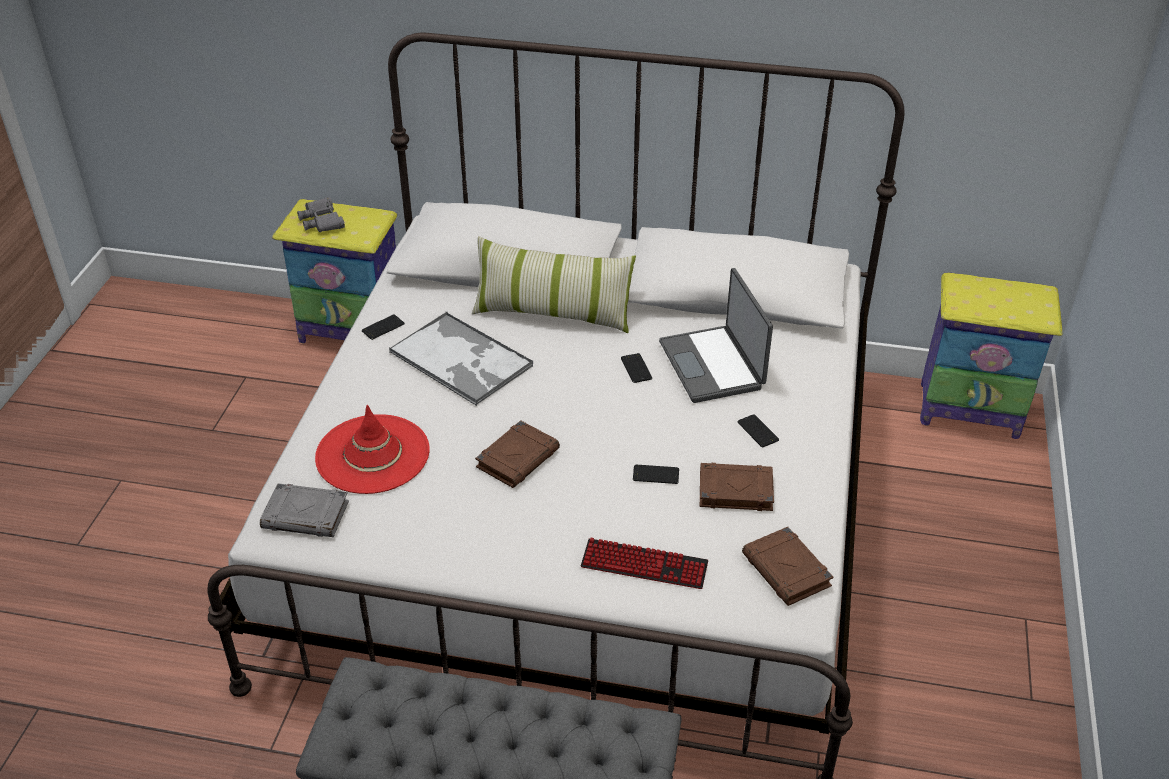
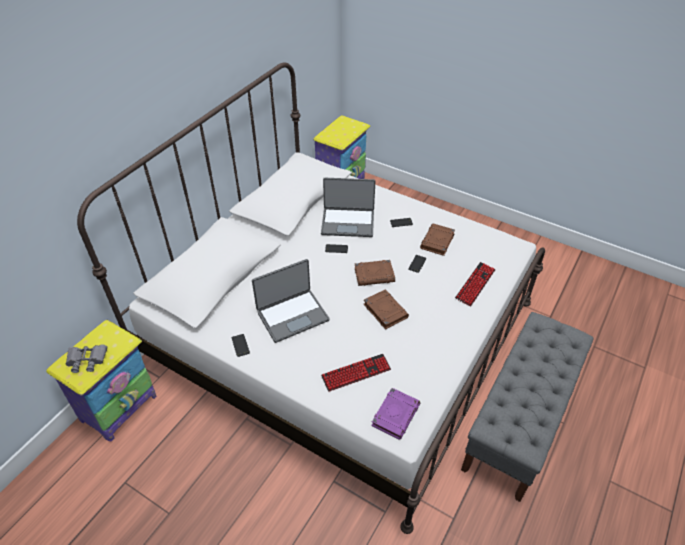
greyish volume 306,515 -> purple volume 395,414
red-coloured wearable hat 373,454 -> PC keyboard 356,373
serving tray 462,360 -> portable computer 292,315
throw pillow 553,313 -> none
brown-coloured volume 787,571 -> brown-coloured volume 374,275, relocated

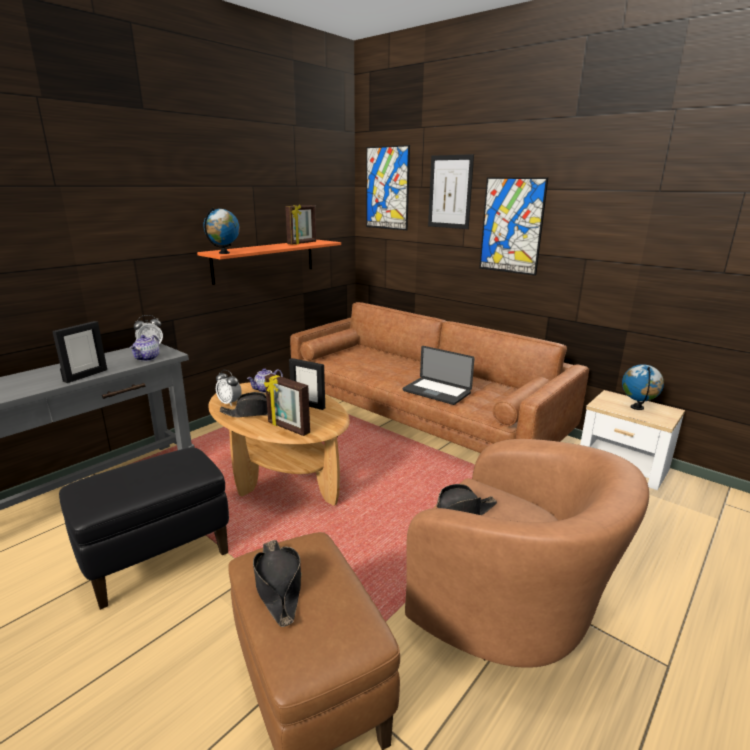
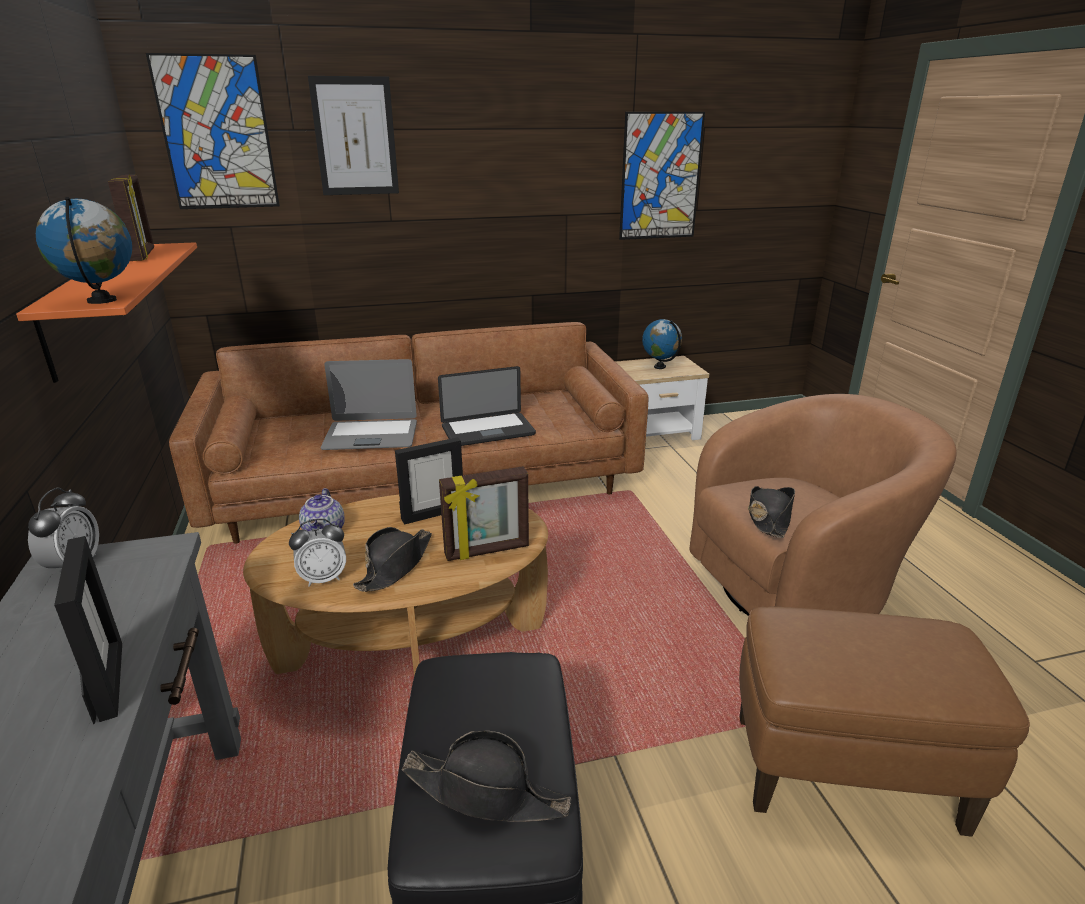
tea pot 147,358 -> none
black wearable hat 278,586 -> black wearable hat 486,793, relocated
wall art 511,226 -> wall art 660,177, relocated
none -> portable computer 371,436

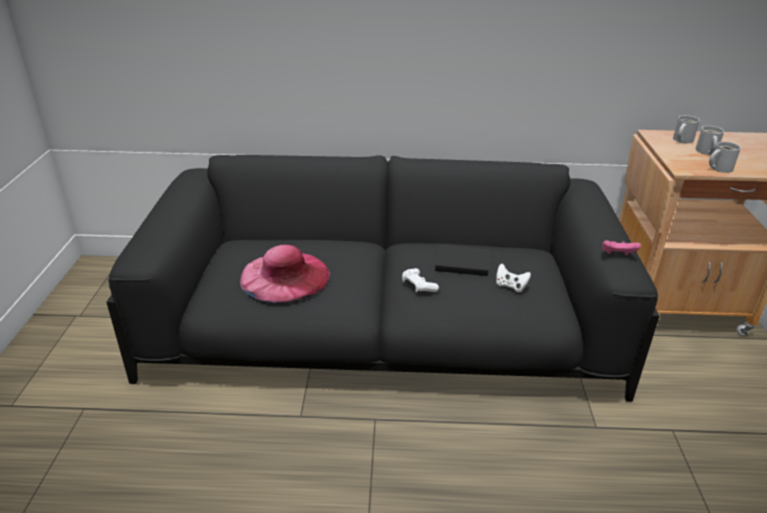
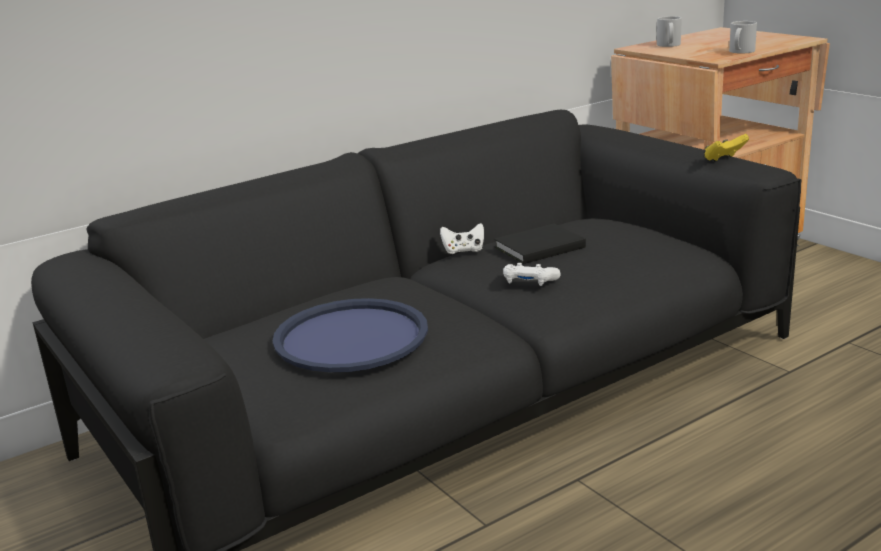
pink wearable hat 285,276 -> bluish serving tray 351,337
white-coloured joypad 510,286 -> white-coloured joypad 463,250, relocated
pink joypad 617,255 -> yellowish joypad 724,159
white-coloured coffee mug 706,151 -> none

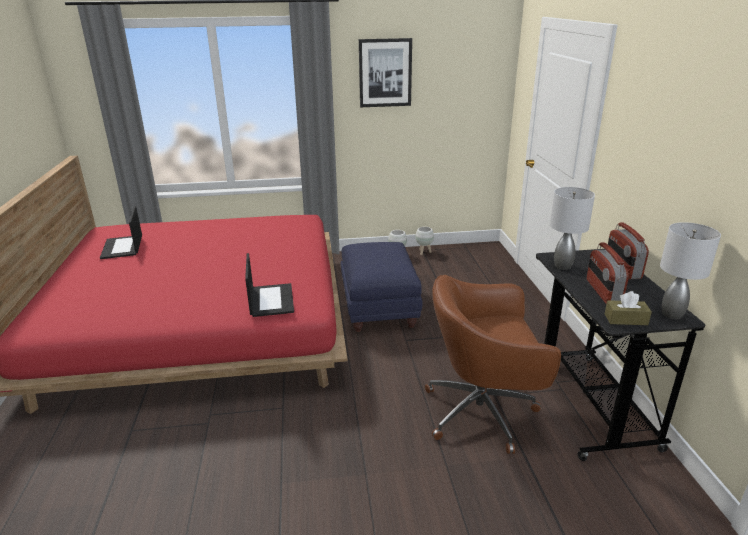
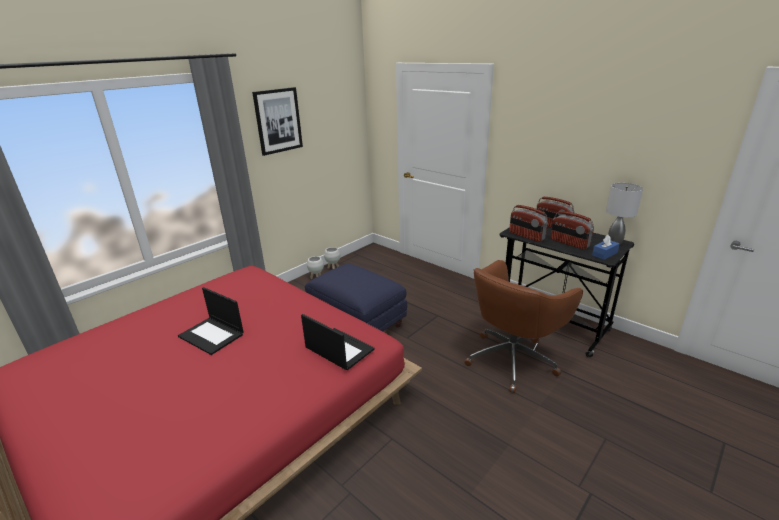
portable computer 123,247 -> portable computer 212,335, relocated
greyish lamp for a table 563,266 -> radio set 526,236
brown-coloured tissue holder 625,319 -> bluish tissue holder 604,254

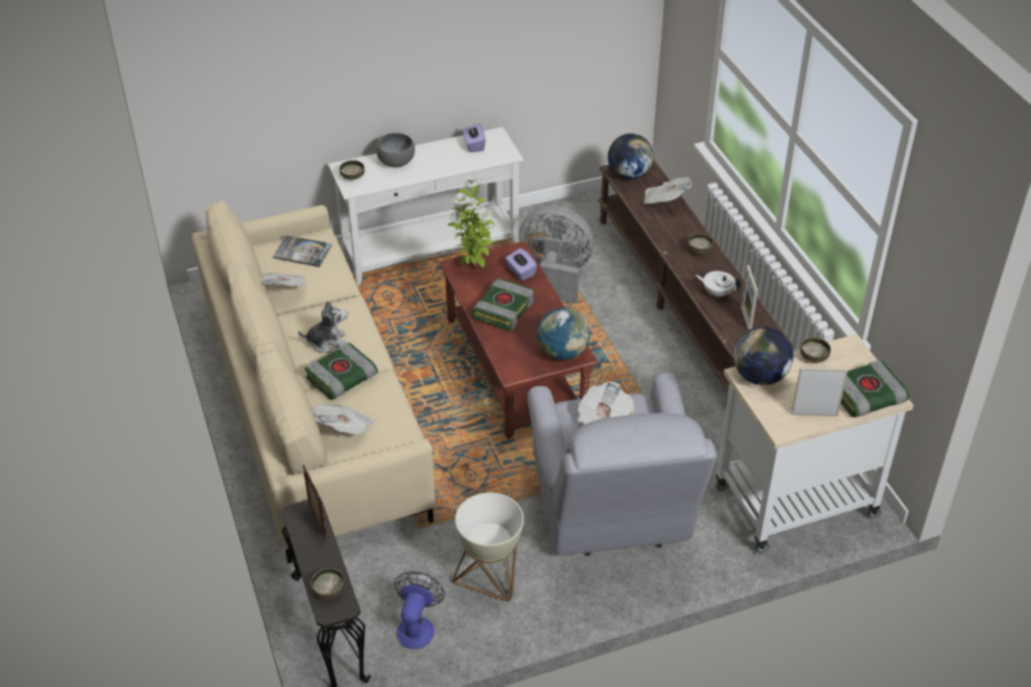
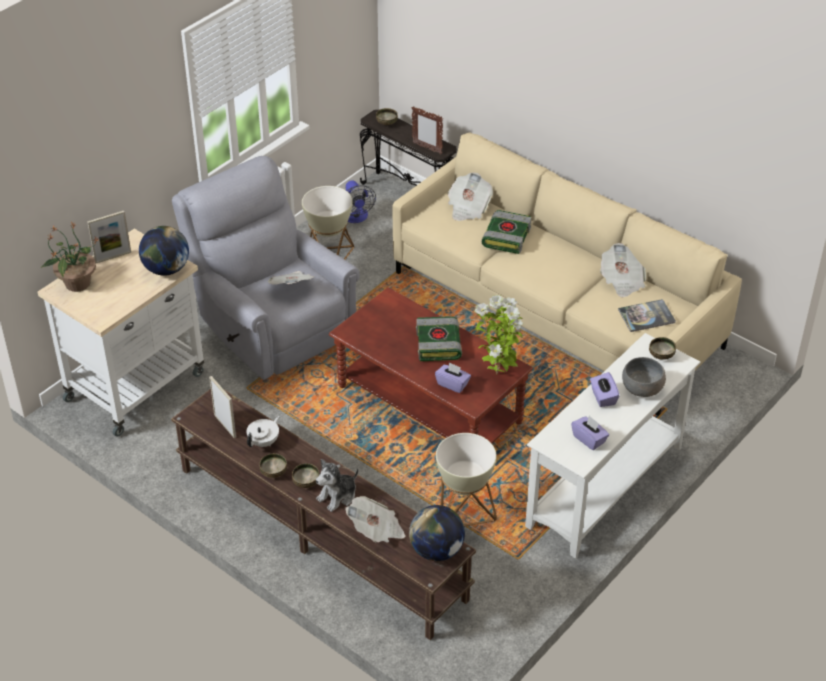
soft toy 327,342 -> soft toy 338,496, relocated
greyish fan 556,275 -> plant pot 464,512
desk globe 563,352 -> none
white-coloured tea pot 717,293 -> white-coloured tea pot 264,442, 45 degrees counterclockwise
bowl 813,357 -> bowl 274,472, relocated
volume 866,397 -> houseplant 76,283
none -> purple tissue holder 603,397

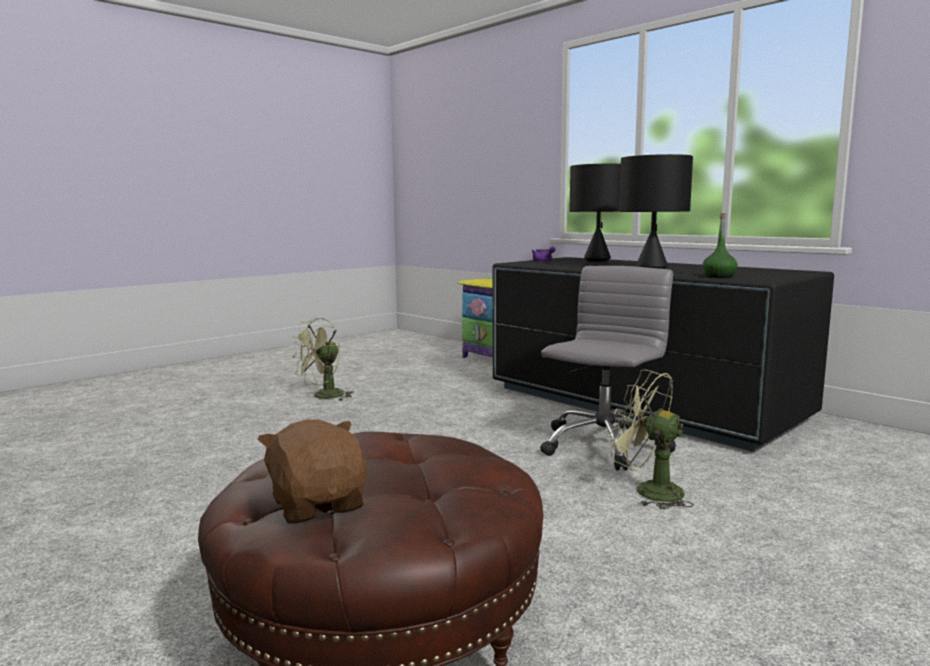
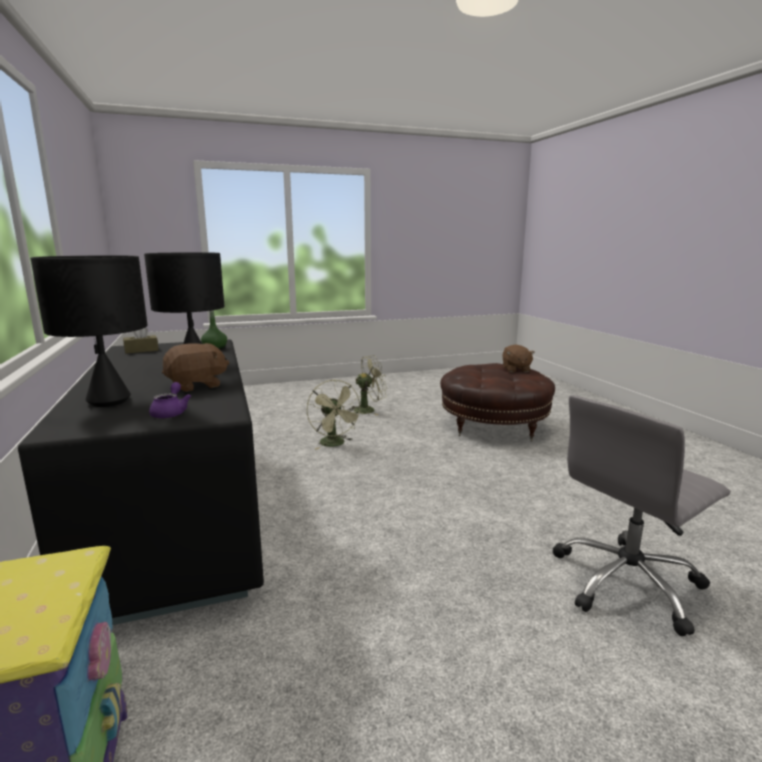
green fan 323,397 -> green fan 368,410, relocated
greyish computer chair 603,445 -> greyish computer chair 627,583, relocated
none -> brown-coloured tissue holder 141,350
none -> brown-coloured soft toy 197,385

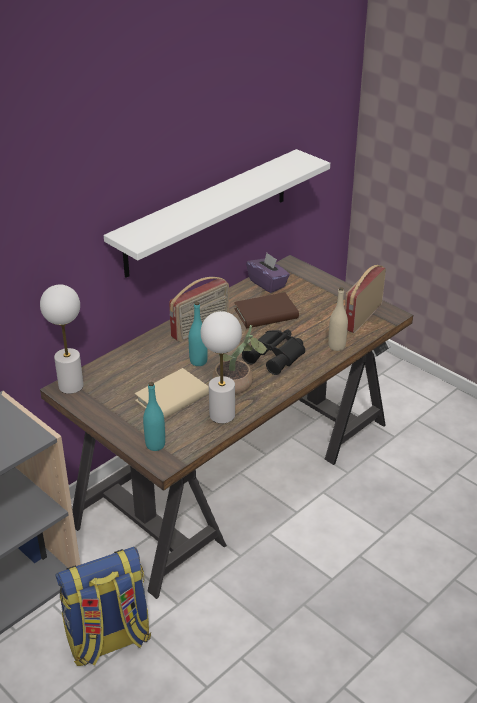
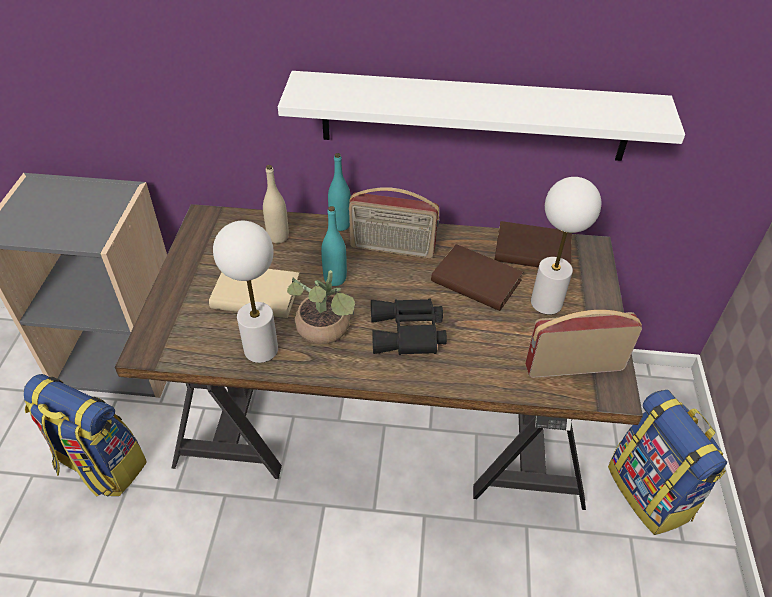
white-coloured lamp for a table 71,386 -> white-coloured lamp for a table 546,303, relocated
turquoise drink bottle 155,445 -> turquoise drink bottle 340,224, relocated
purple tissue holder 267,283 -> brown-coloured volume 532,251
beige-coloured drink bottle 336,346 -> beige-coloured drink bottle 278,237, relocated
none -> knapsack 650,492

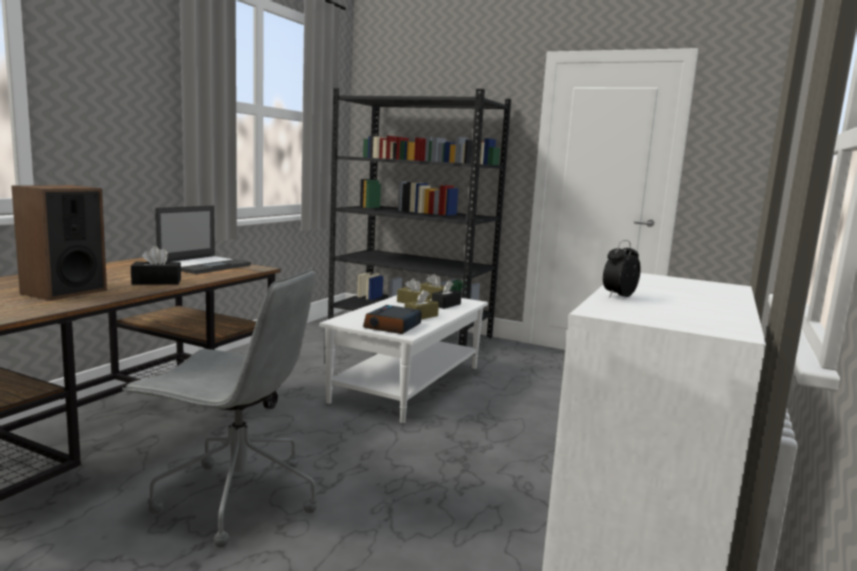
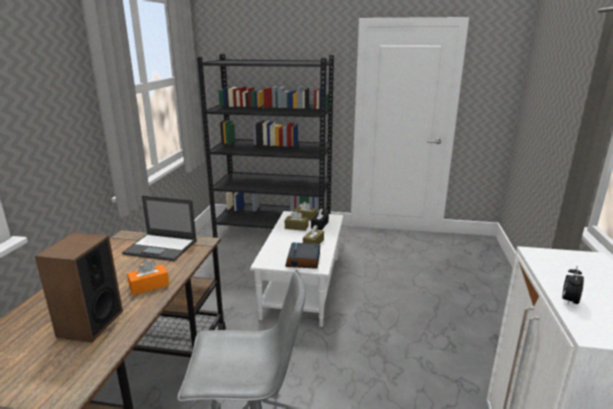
black tissue holder 156,282 -> orangey tissue holder 149,285
portable computer 205,265 -> portable computer 161,247, 90 degrees clockwise

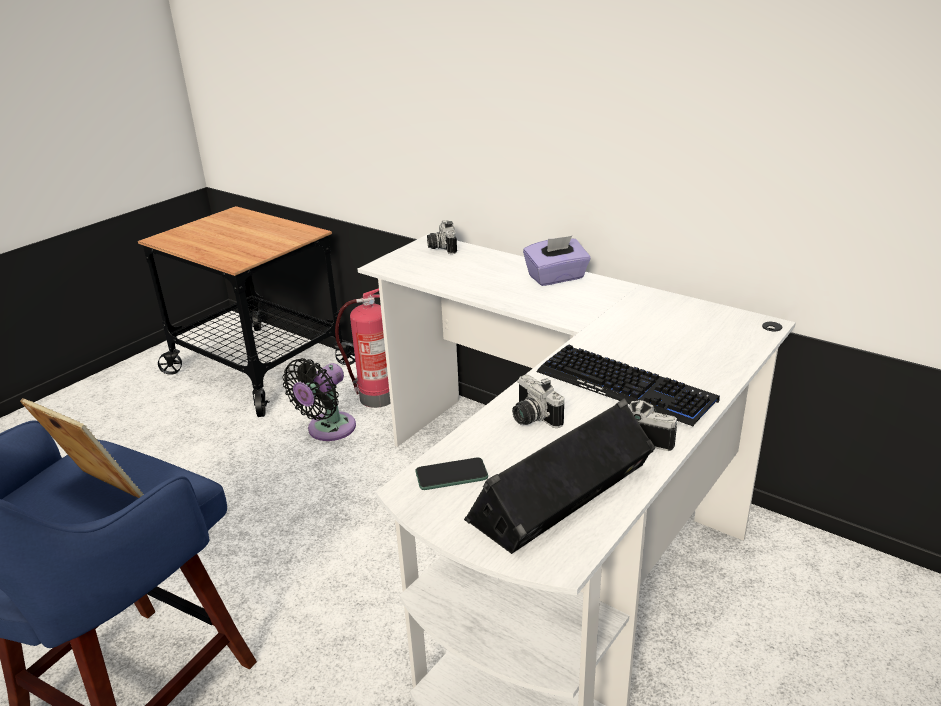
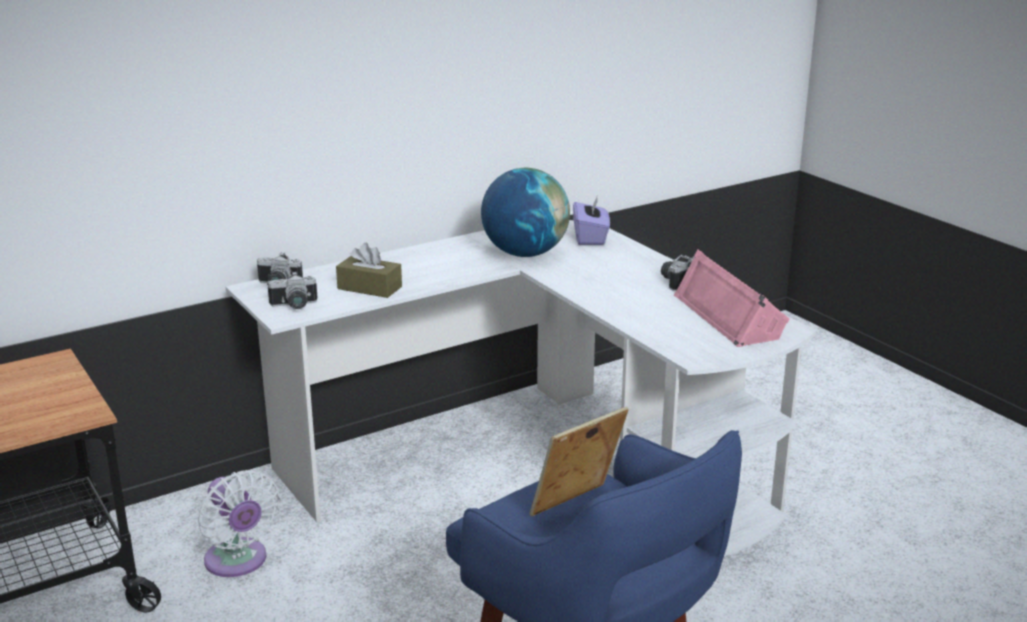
black fan 328,430 -> white-coloured fan 238,562
fire extinguisher 375,398 -> none
phone 451,475 -> none
black audio speaker 564,496 -> pink audio speaker 730,315
still camera 531,418 -> still camera 294,306, relocated
purple tissue holder 556,278 -> purple tissue holder 590,238, relocated
PC keyboard 625,387 -> none
none -> brown-coloured tissue holder 369,288
none -> desk globe 525,253

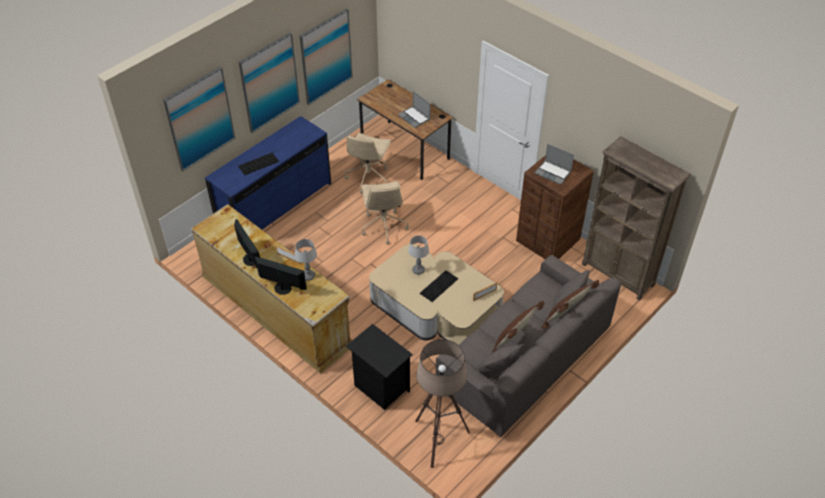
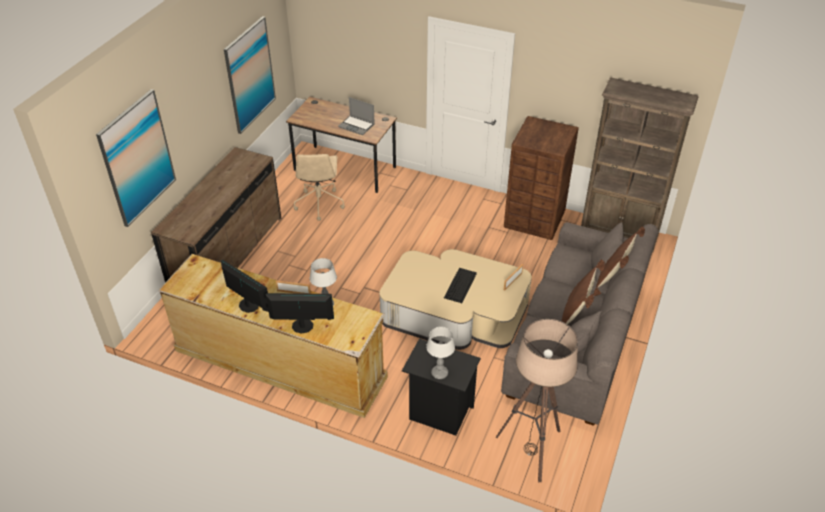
bluish drawer chest 276,205 -> brown-coloured drawer chest 229,254
PC keyboard 259,163 -> none
wall art 269,82 -> none
beige-coloured computer chair 383,225 -> none
lamp for a table 418,270 -> lamp for a table 440,373, relocated
portable computer 553,173 -> none

